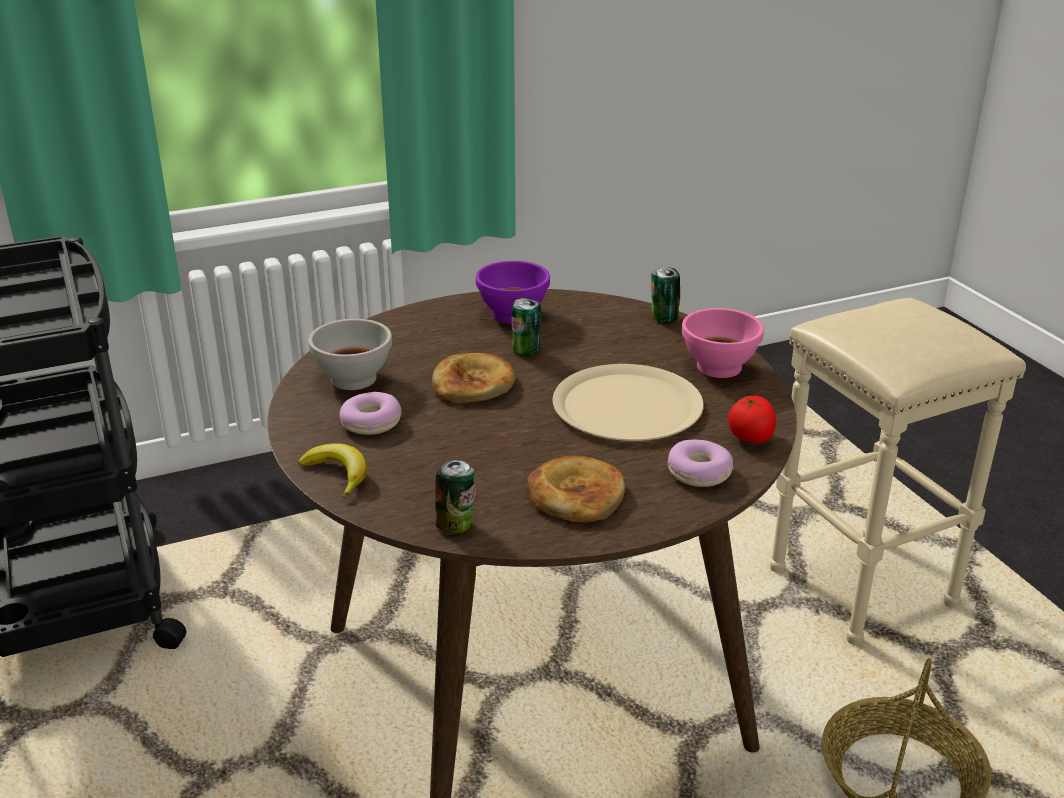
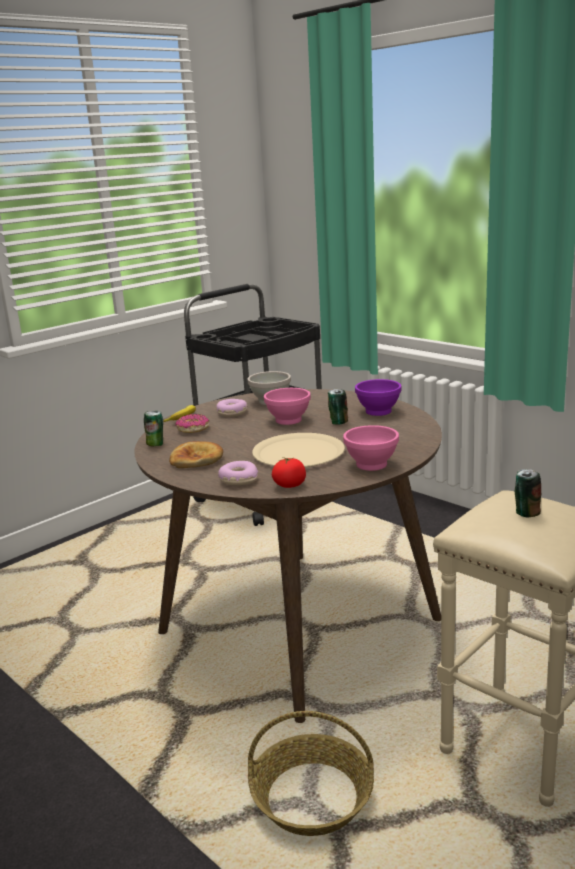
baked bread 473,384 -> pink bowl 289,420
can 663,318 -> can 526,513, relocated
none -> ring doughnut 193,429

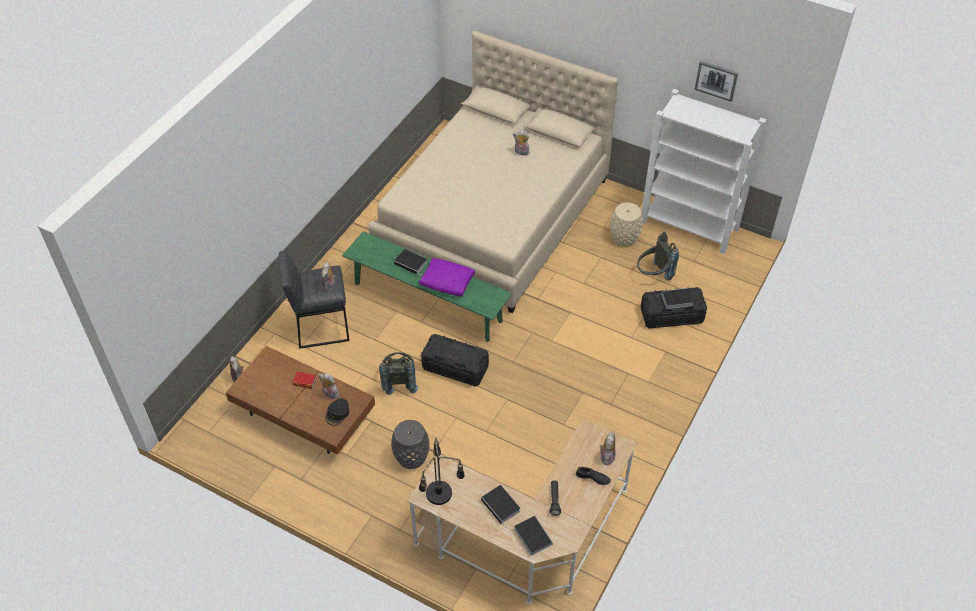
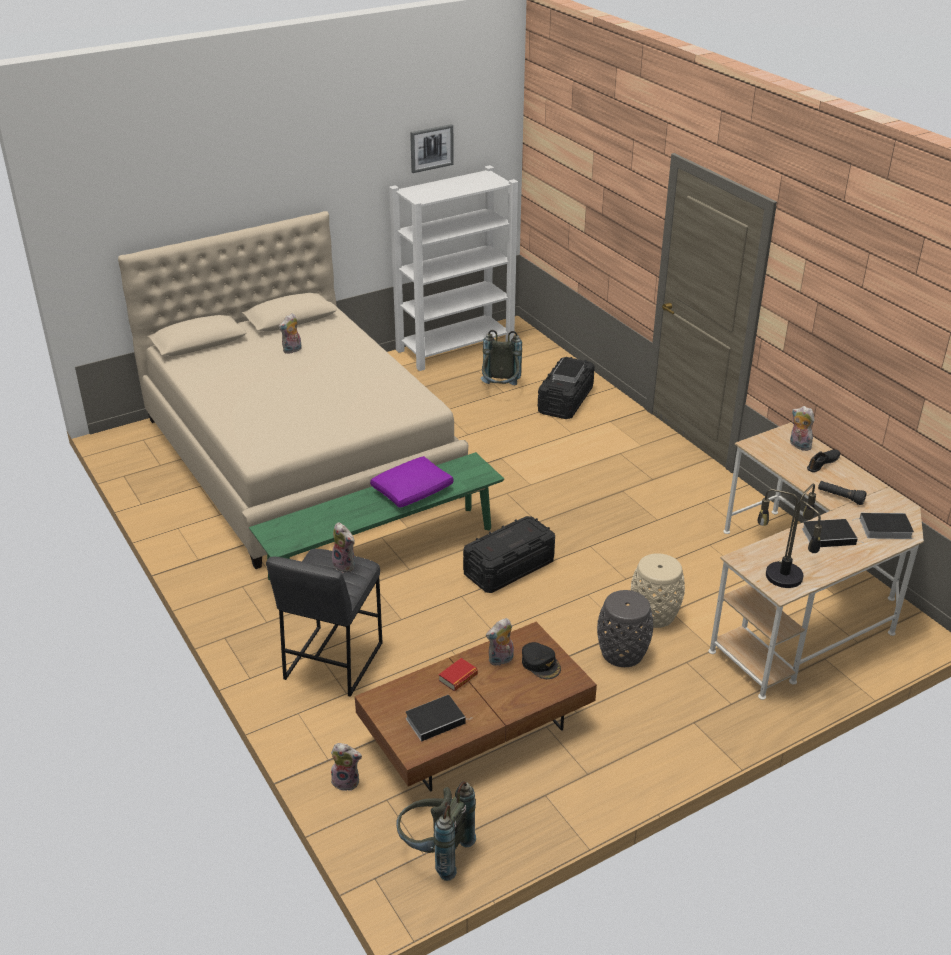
greyish knapsack 399,381 -> greyish knapsack 435,852, relocated
volume 411,263 -> volume 436,720, relocated
beige-coloured sitting stool 624,238 -> beige-coloured sitting stool 654,614, relocated

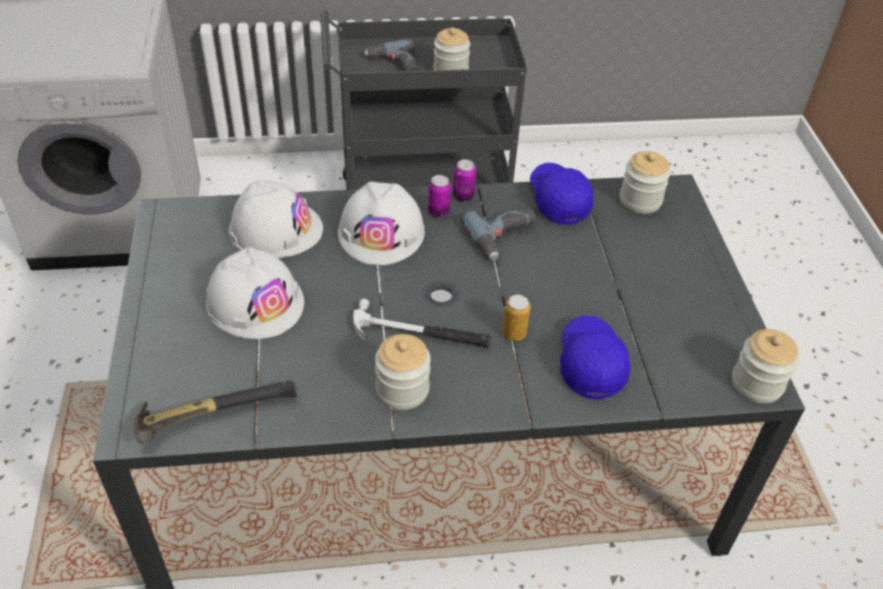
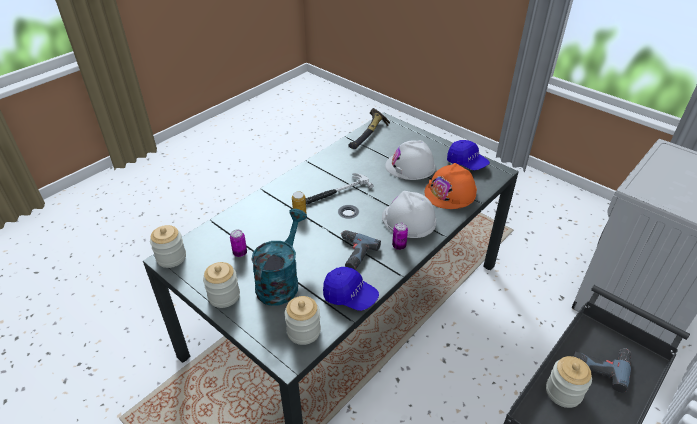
white-coloured hard hat 275,229 -> orangey hard hat 450,193
storage jar 402,390 -> storage jar 224,296, relocated
can 463,196 -> can 240,253, relocated
bluish baseball cap 590,364 -> bluish baseball cap 467,163, relocated
none -> turquoise watering pot 281,281

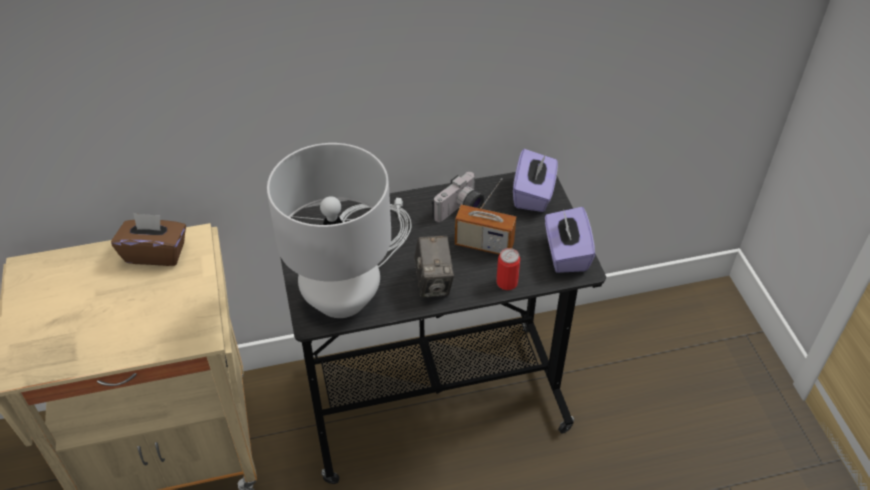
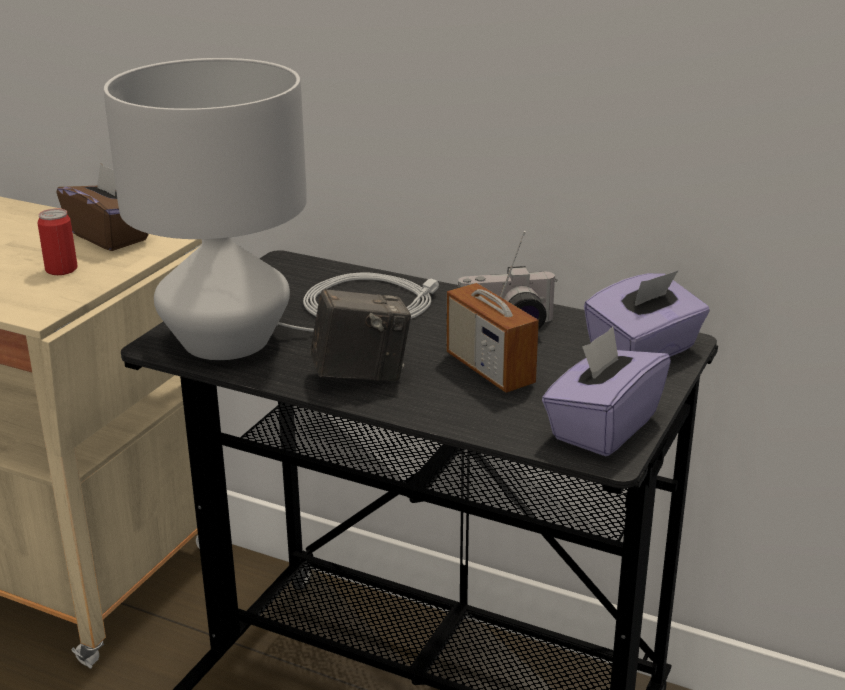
still camera 433,283 -> still camera 360,375, 135 degrees counterclockwise
can 507,282 -> can 61,269, relocated

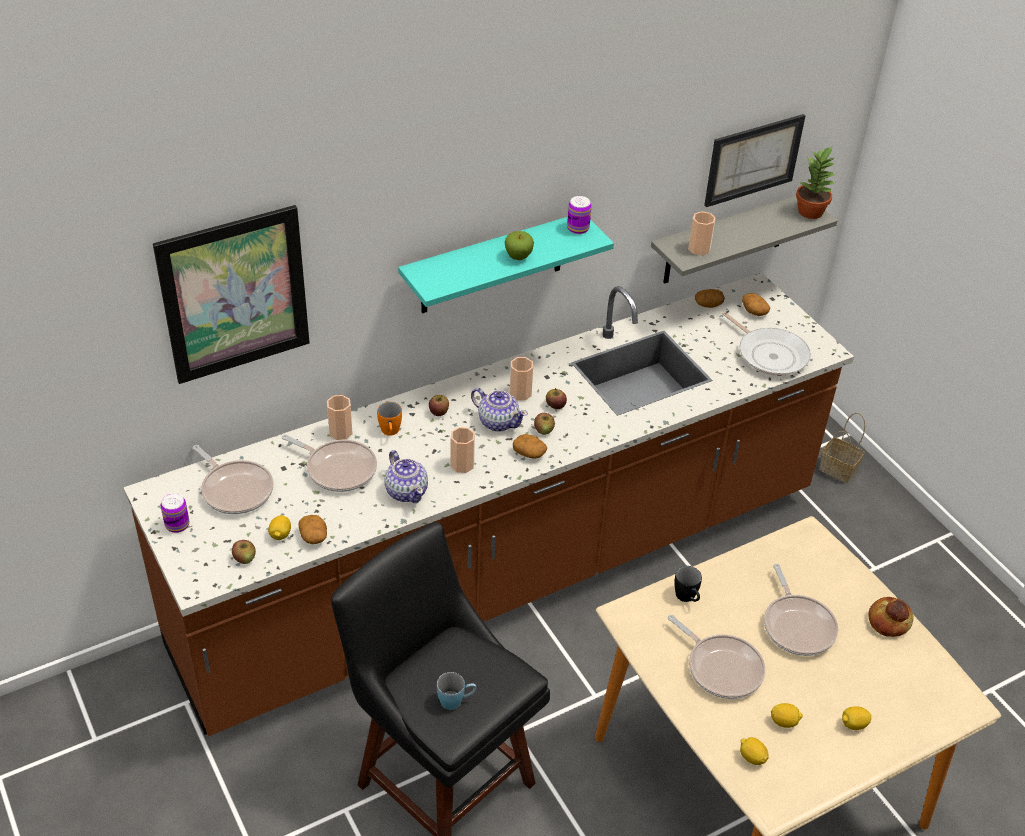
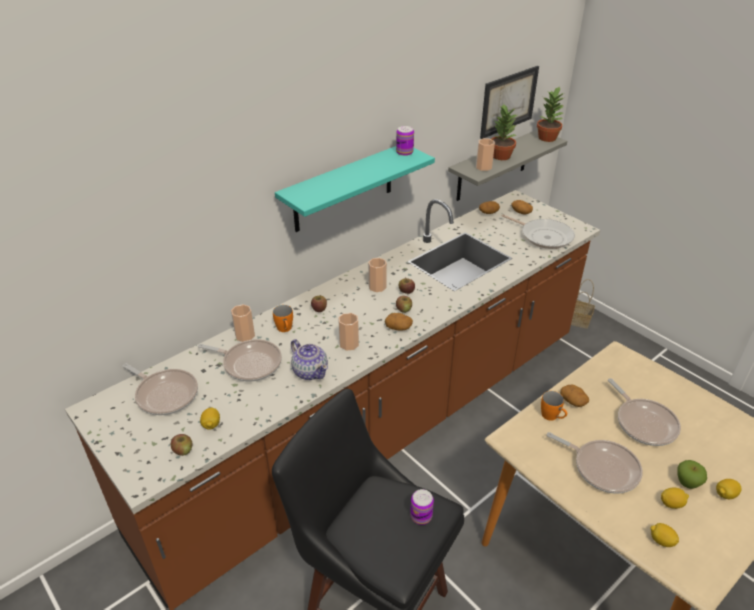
wall art 235,295 -> none
can 177,525 -> can 421,516, relocated
potato 314,536 -> potato 573,401, relocated
bluish coffee mug 456,701 -> none
tea pot 498,422 -> none
apple 518,257 -> apple 687,483, relocated
black coffee mug 687,598 -> orangey coffee mug 552,417
baked bread 888,621 -> none
none -> houseplant 500,156

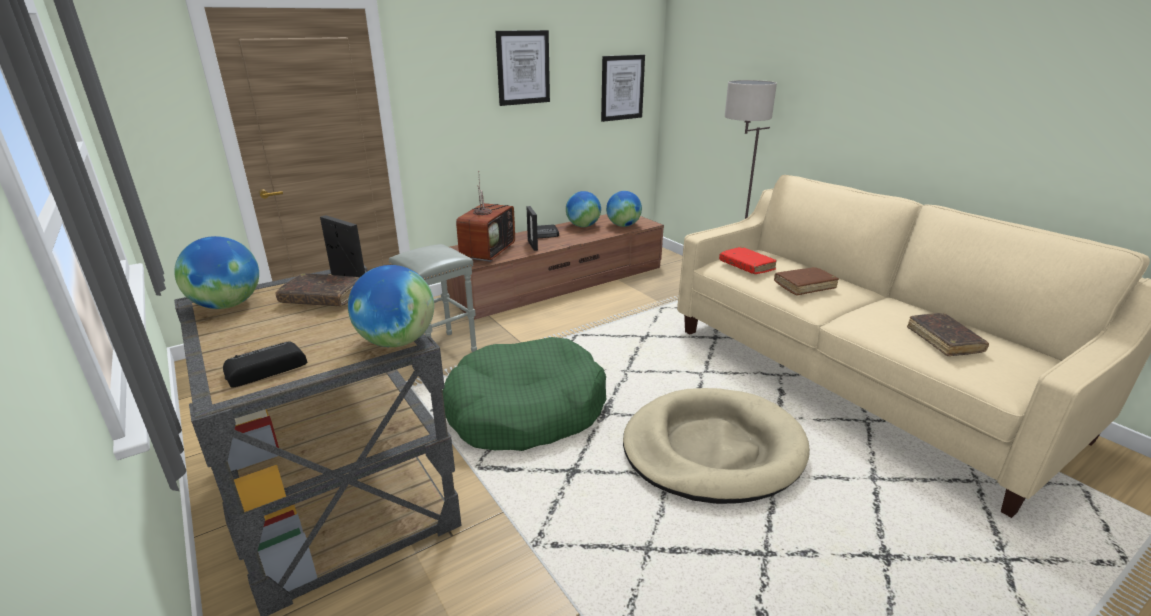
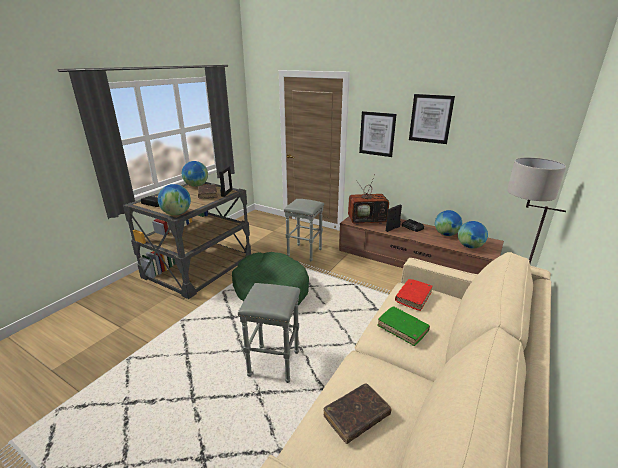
wall art 622,88 -> wall art 377,134, relocated
beige-coloured dog cushion 712,449 -> greyish sitting stool 273,362
brown-coloured volume 804,286 -> green volume 402,329

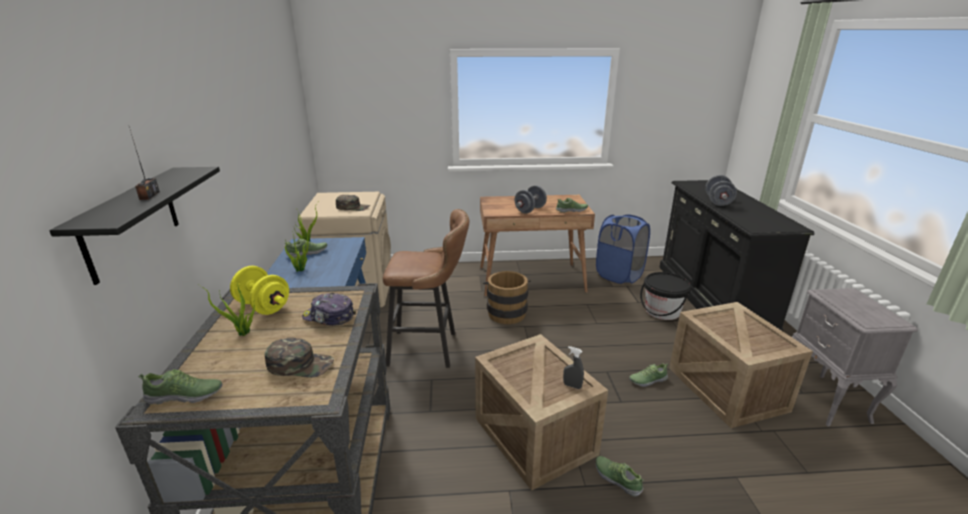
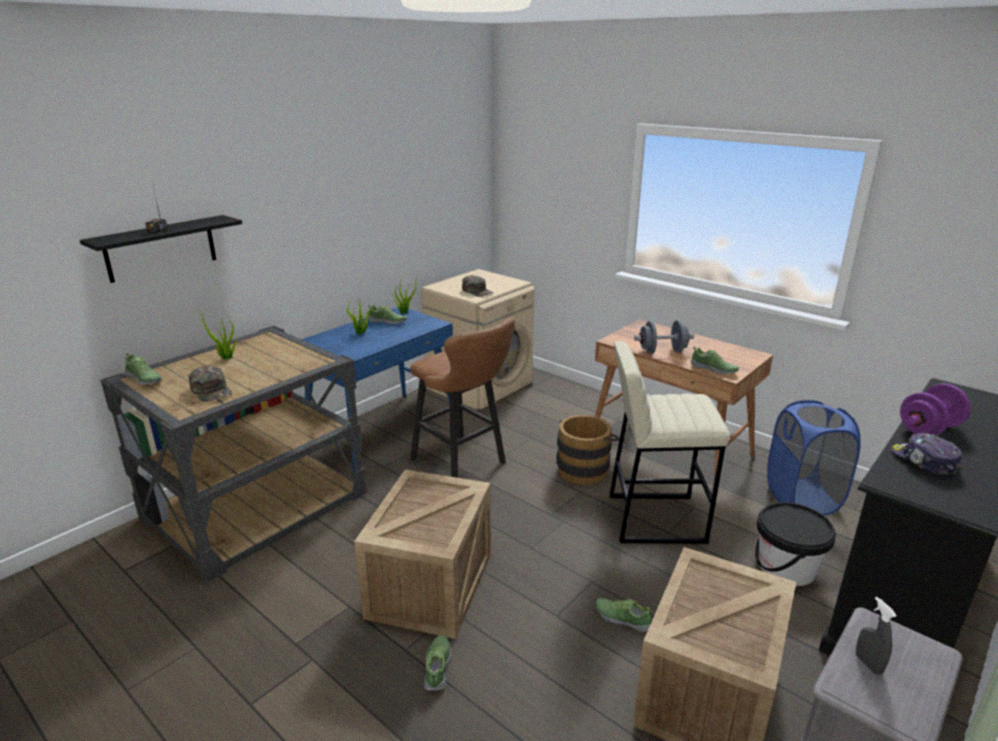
yellowish free weight 263,306 -> none
baseball cap 329,317 -> baseball cap 923,461, relocated
greyish sprayer 572,386 -> greyish sprayer 868,664, relocated
greyish free weight 718,202 -> purple free weight 929,429
none -> beige-coloured sitting stool 653,518

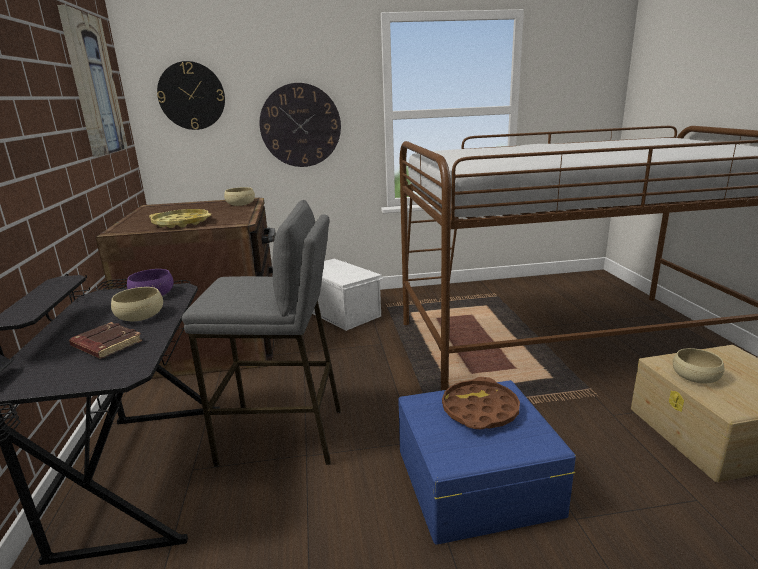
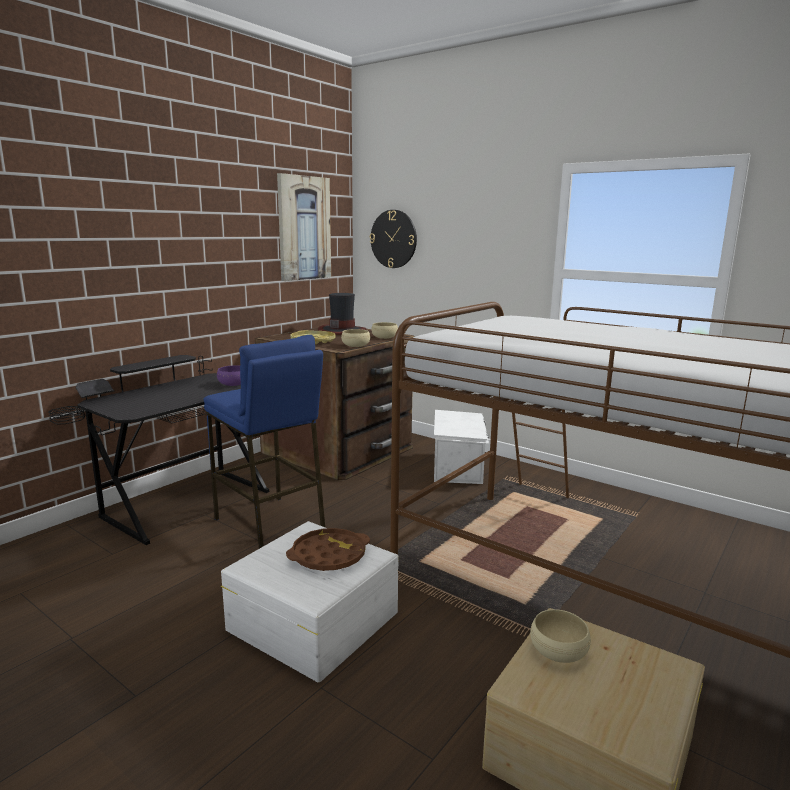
brown-coloured volume 106,345 -> none
beige-coloured bowl 140,316 -> beige-coloured bowl 356,345, relocated
greyish sitting stool 282,436 -> bluish sitting stool 269,524
clock on the wall 300,125 -> none
bluish storage bin 474,480 -> white-coloured storage bin 313,619
none -> wearable hat 342,330

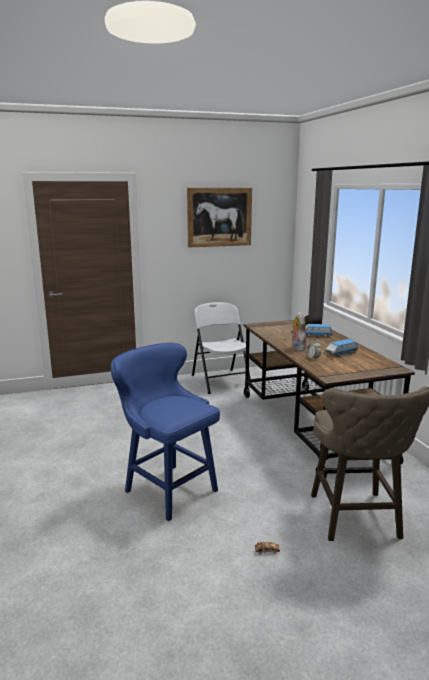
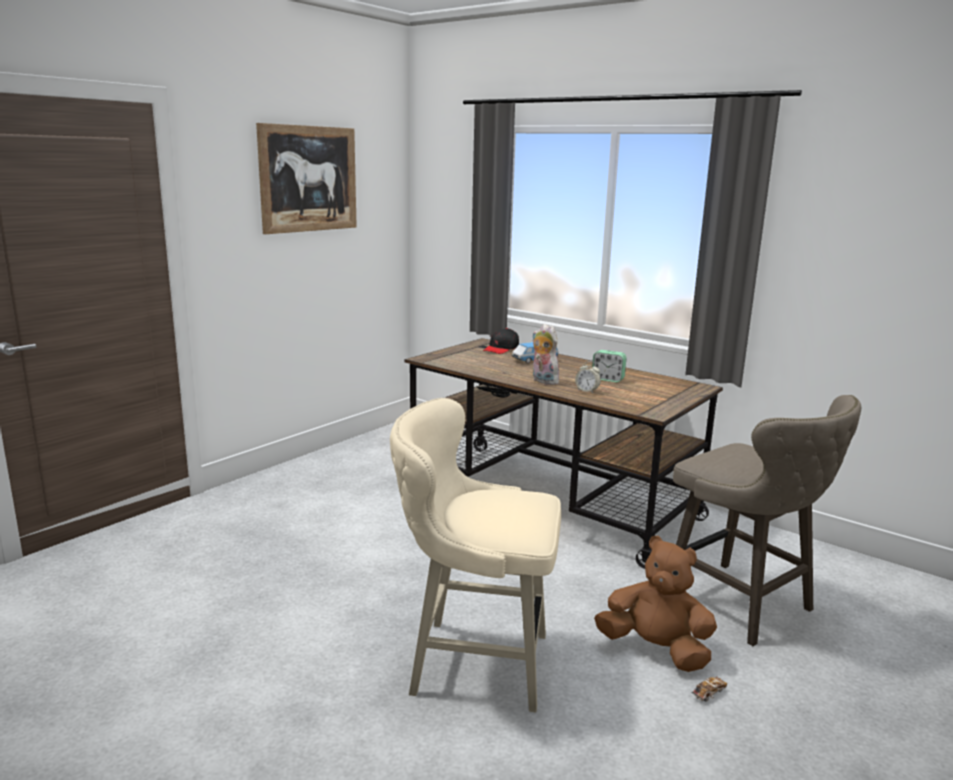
bluish sitting stool 168,489 -> beige-coloured sitting stool 472,662
white-coloured plain chair 221,381 -> none
miniature car 341,353 -> bedside clock 607,379
none -> brown-coloured soft toy 655,650

